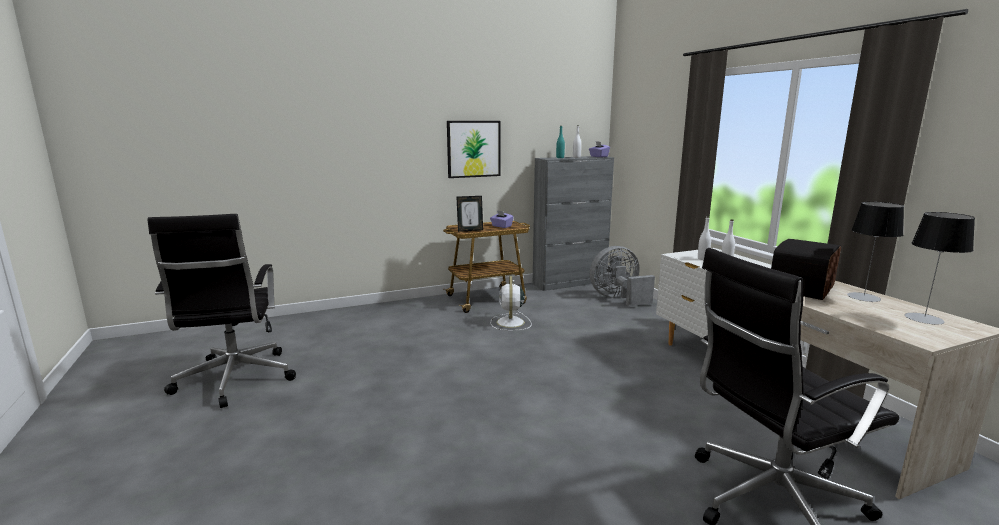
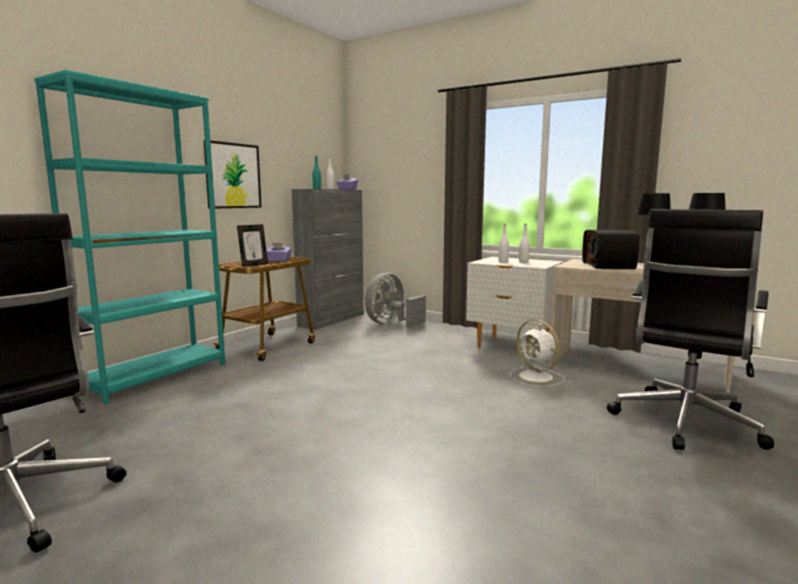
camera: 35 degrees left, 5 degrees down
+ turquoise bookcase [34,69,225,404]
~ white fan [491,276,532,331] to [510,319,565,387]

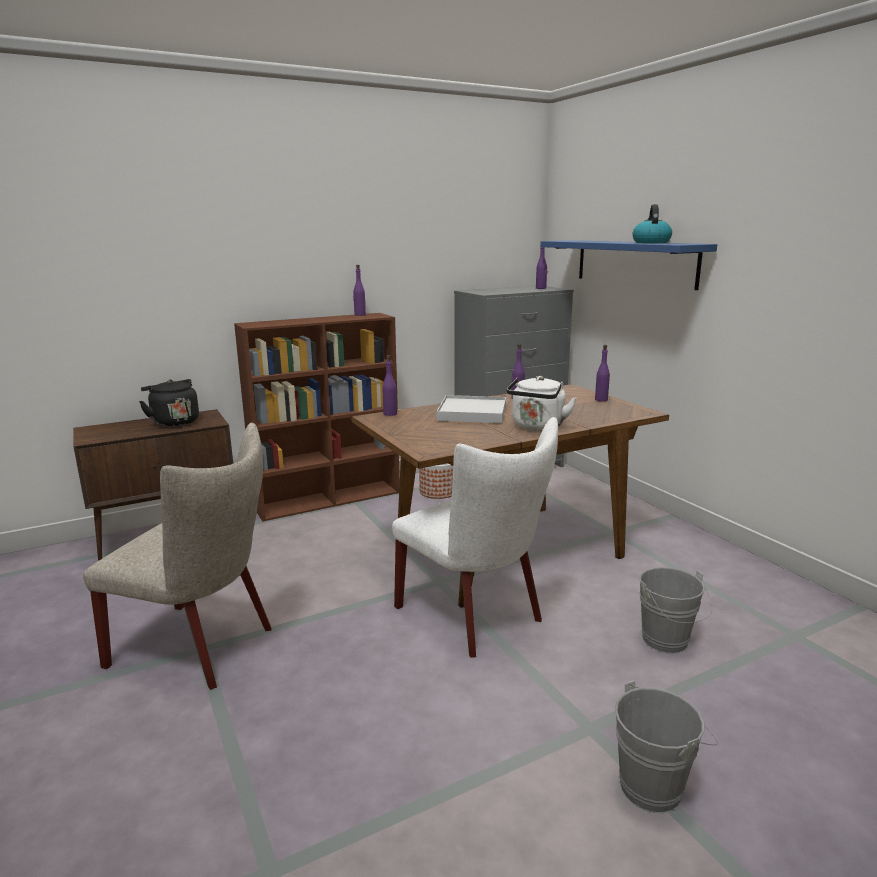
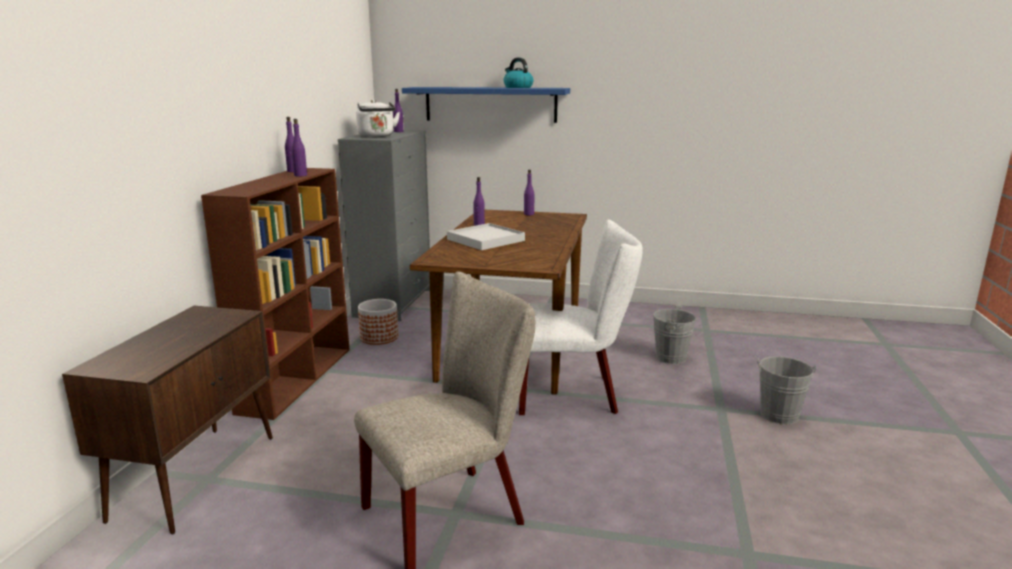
camera: 50 degrees left, 0 degrees up
~ purple bottle [382,355,397,416] to [292,119,307,176]
~ white kettle [506,376,577,430] to [356,100,400,137]
- black kettle [139,379,199,427]

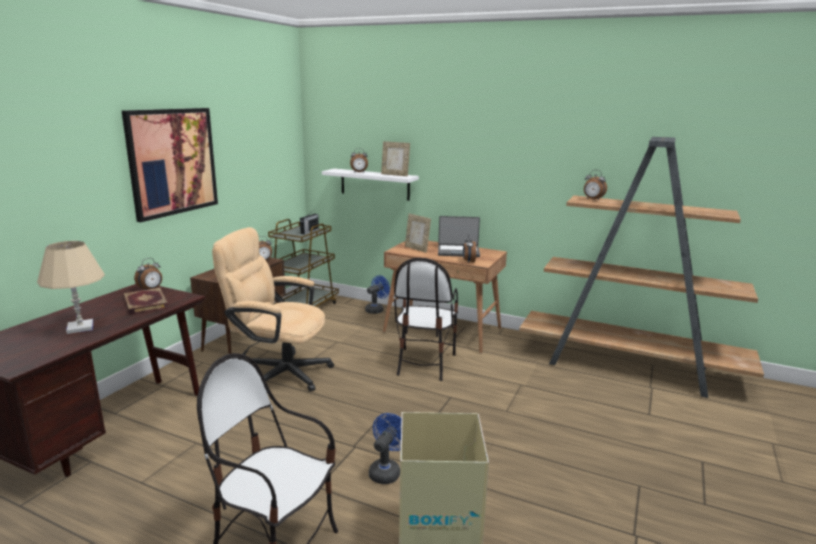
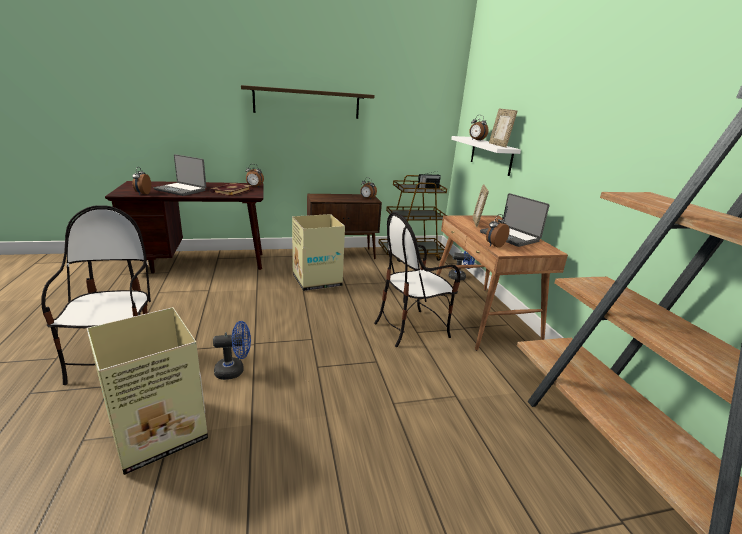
camera: 50 degrees right, 5 degrees up
~ alarm clock [584,170,607,200] to [132,167,151,195]
~ beige table lamp [37,241,105,334] to laptop [154,154,206,196]
~ picture [122,108,218,222] to shelf [241,85,374,119]
~ beige office chair [212,227,334,392] to cardboard box [292,214,345,291]

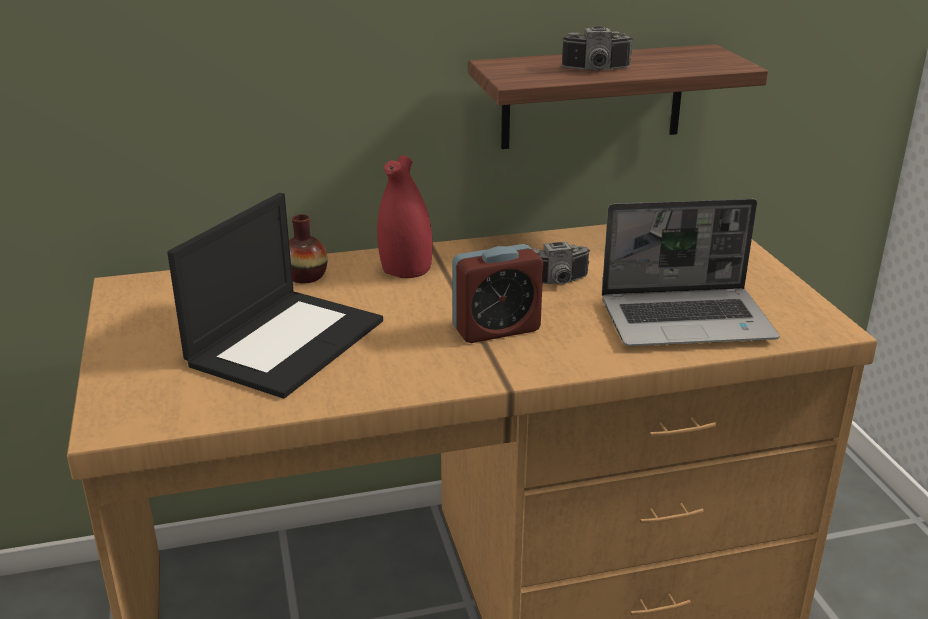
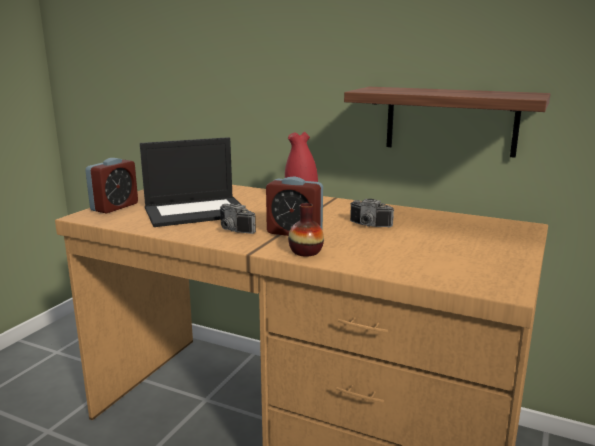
camera: 40 degrees right, 10 degrees down
+ alarm clock [85,158,138,214]
~ photo camera [561,27,633,71] to [220,203,256,234]
~ vase [289,214,328,283] to [288,203,324,257]
- laptop [602,199,780,346]

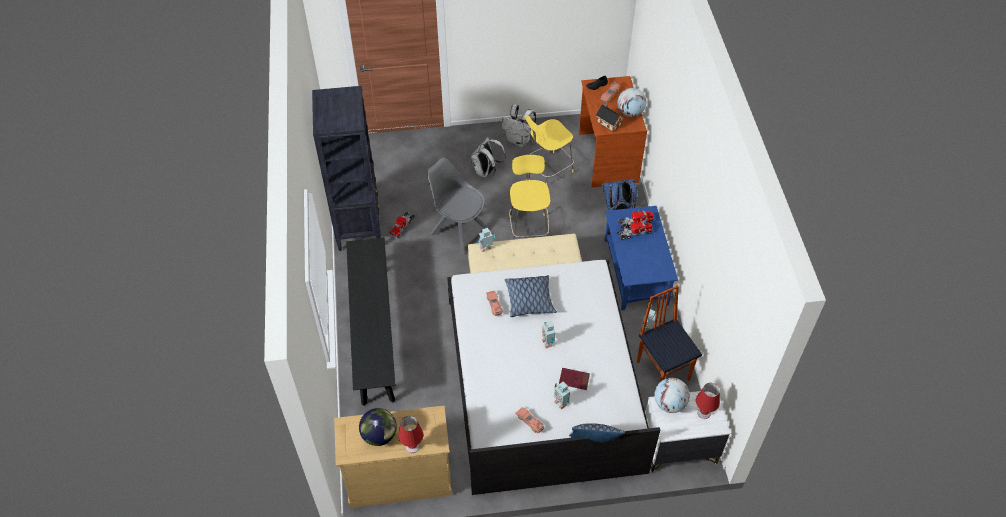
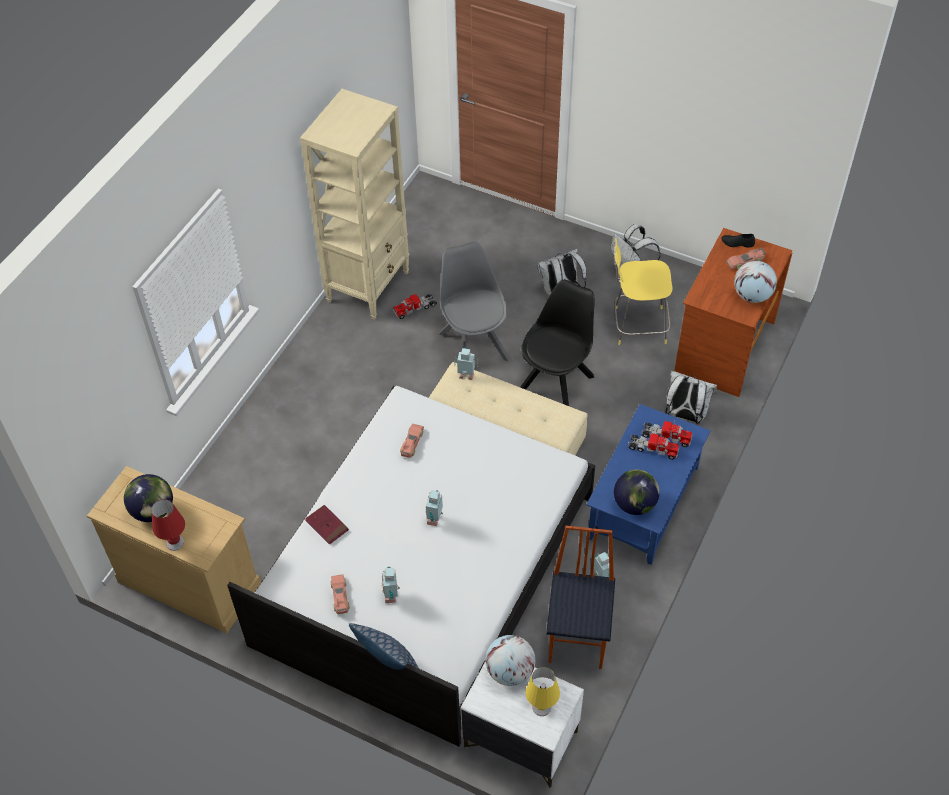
camera: 35 degrees right, 0 degrees up
~ black bookcase [312,86,381,251] to beige bookcase [300,89,409,320]
~ red book [559,368,590,390] to [305,505,349,545]
~ yellow stool [509,155,550,240] to black chair [520,280,595,406]
~ red table lamp [696,383,720,419] to yellow table lamp [526,667,560,716]
+ globe [614,470,660,515]
~ blue backpack [602,179,637,210] to white backpack [665,371,717,424]
- black bench [346,238,395,406]
- pillow [505,275,557,317]
- toy house [596,103,624,132]

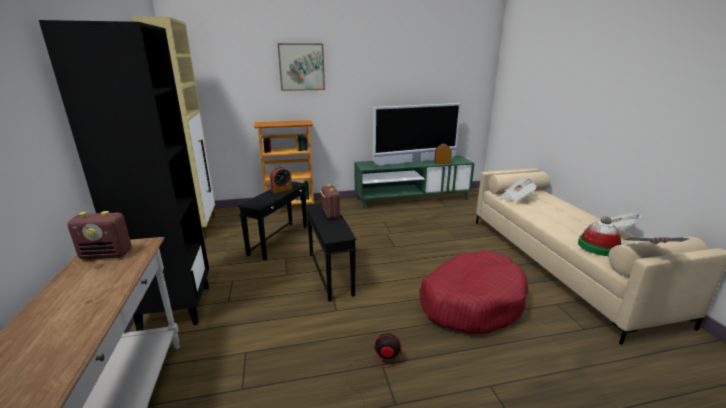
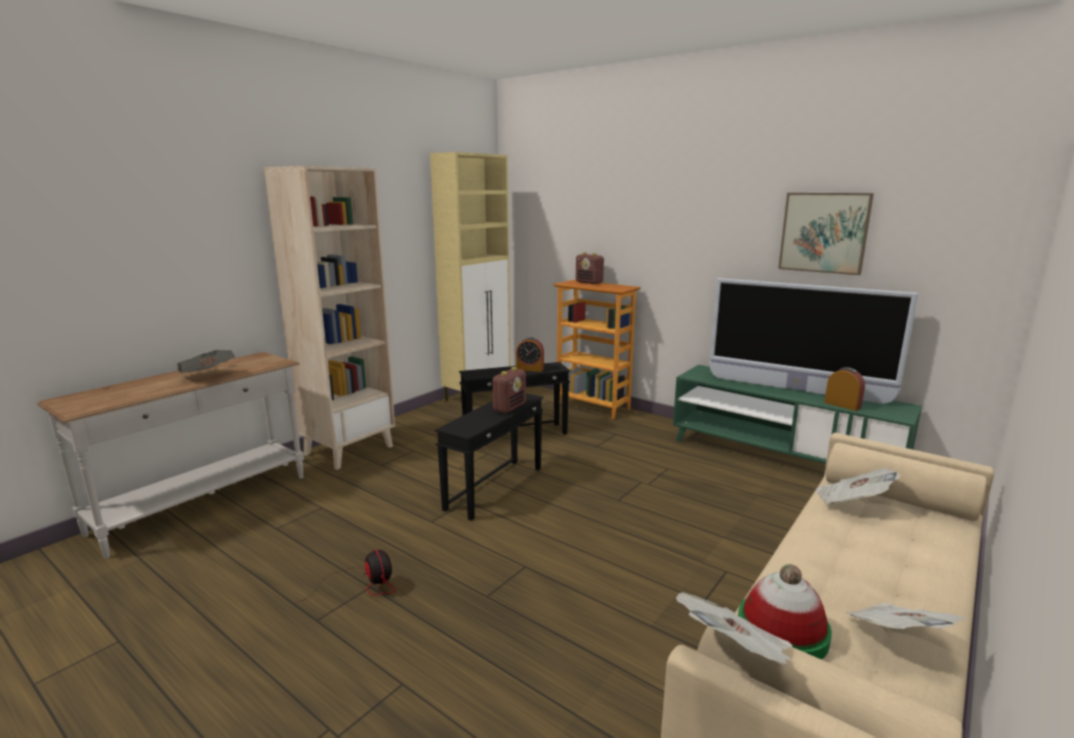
camera: 50 degrees right, 5 degrees down
+ newspaper [177,350,235,373]
~ black bookcase [39,20,209,331] to beige bookcase [264,166,395,470]
~ radio [67,211,132,259] to [576,252,604,284]
~ picture [278,43,325,91] to [778,193,874,275]
- red dog bed [420,251,528,334]

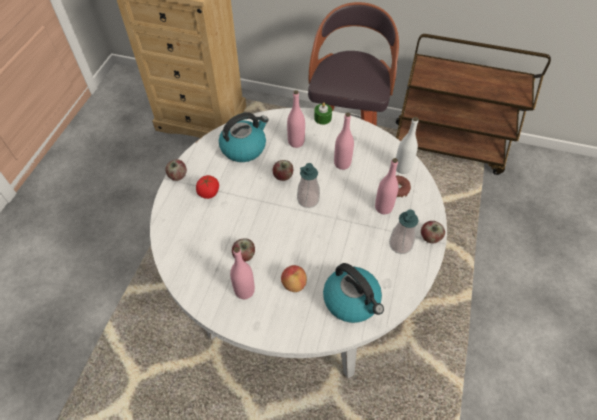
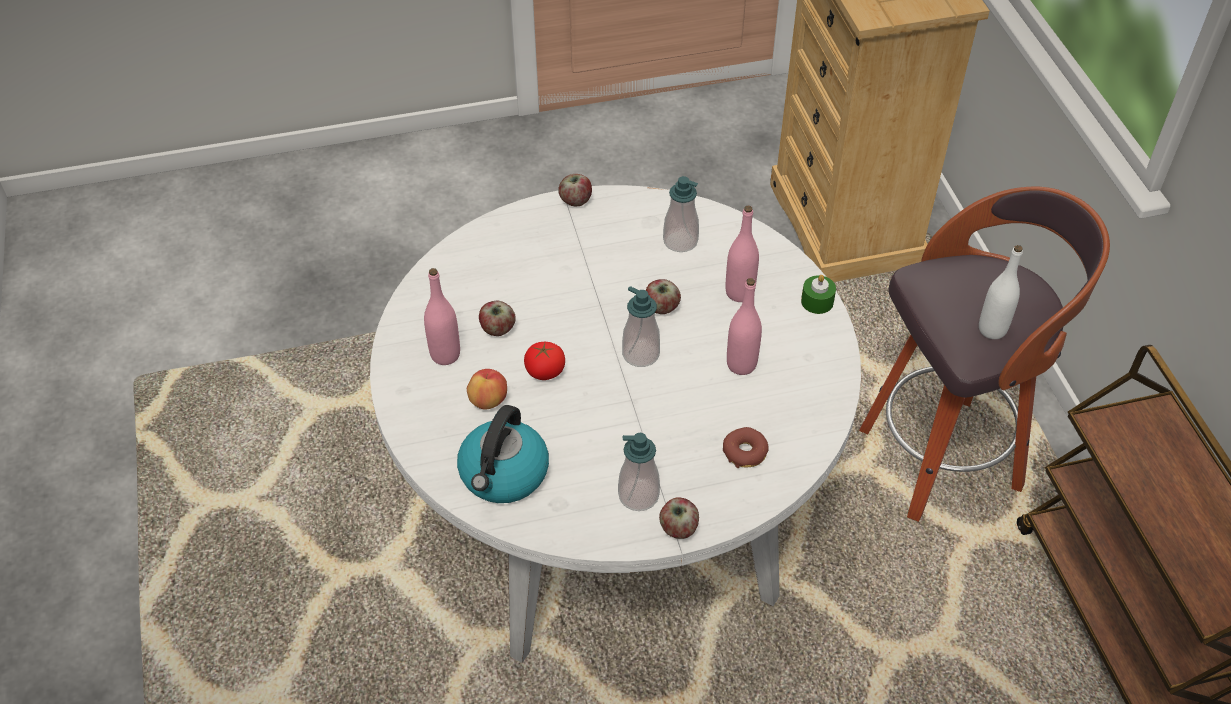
camera: 60 degrees right, 5 degrees down
~ tomato [196,175,219,199] to [524,342,565,380]
~ kettle [219,113,269,162] to soap dispenser [663,176,699,252]
~ white bottle [396,117,418,174] to [979,245,1023,339]
- pink bottle [375,158,399,214]

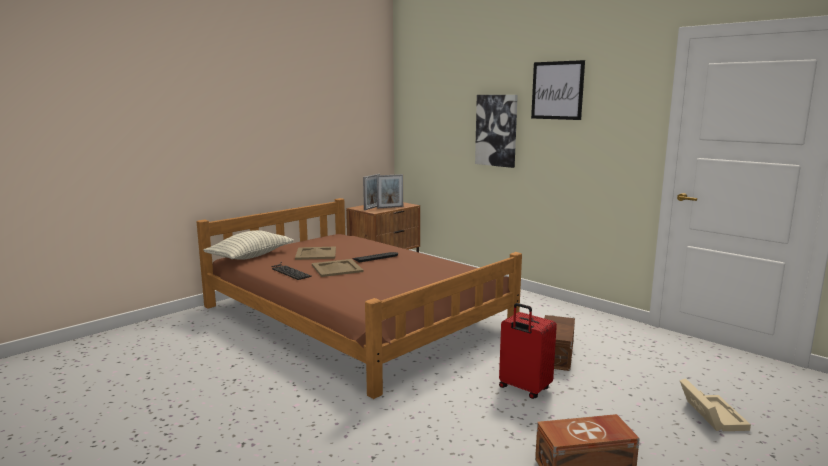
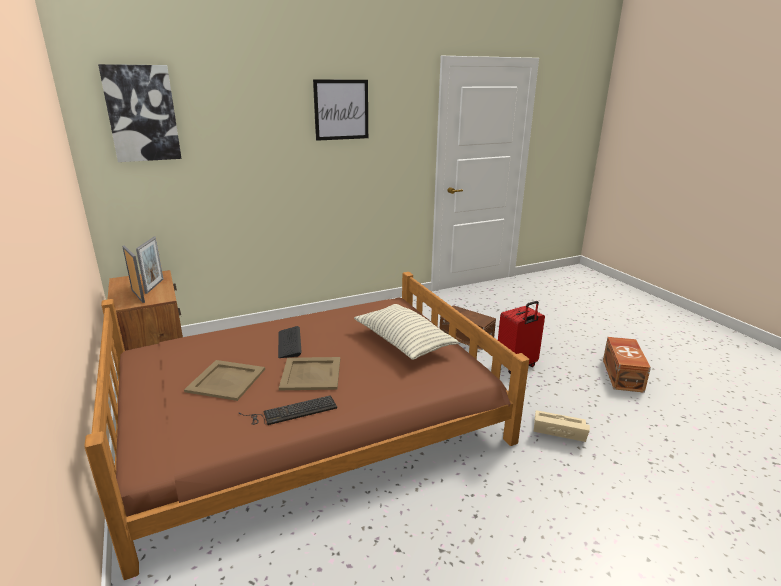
camera: 70 degrees left, 10 degrees up
~ picture [475,95,518,168] to [98,64,182,162]
~ pillow [204,230,294,260] to [354,304,459,360]
~ beige storage box [680,378,751,431] to [533,410,590,442]

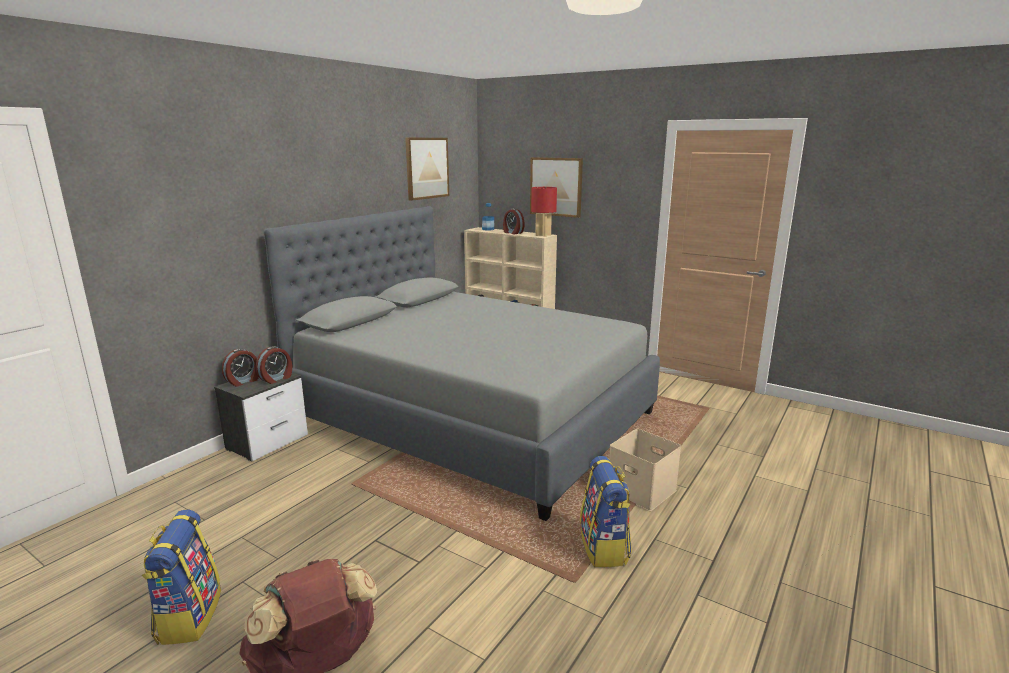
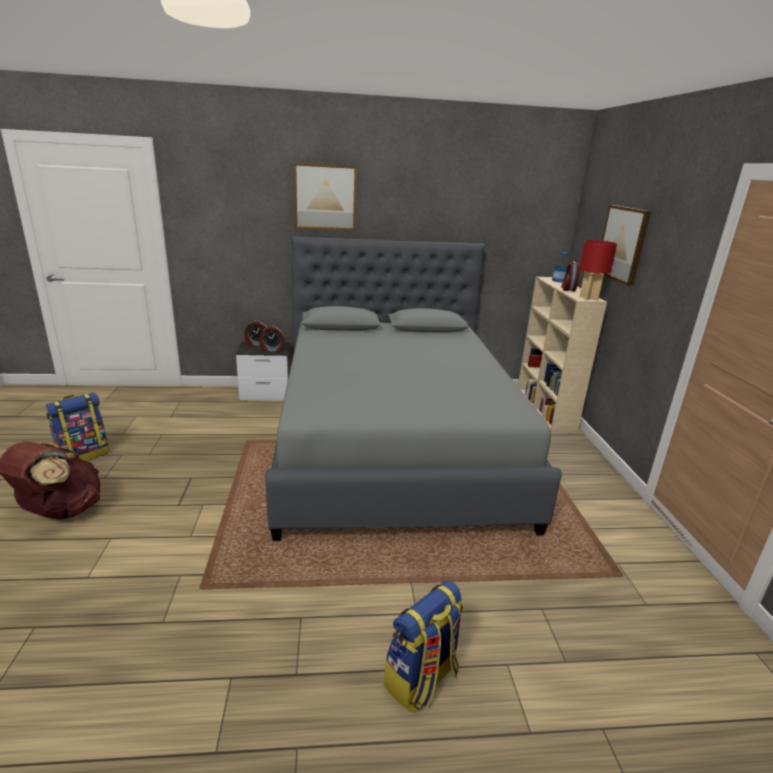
camera: 50 degrees right, 5 degrees up
~ picture [405,138,449,201] to [294,163,357,231]
~ backpack [580,456,632,568] to [384,581,464,713]
- beige storage box [609,429,681,511]

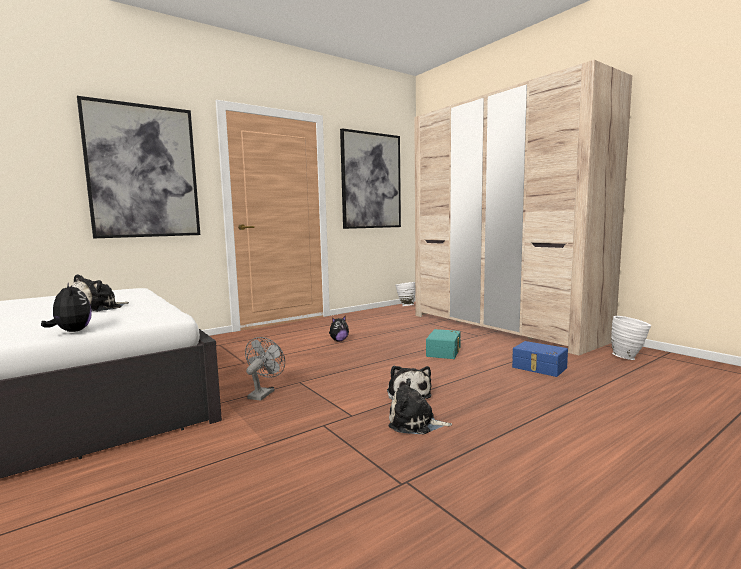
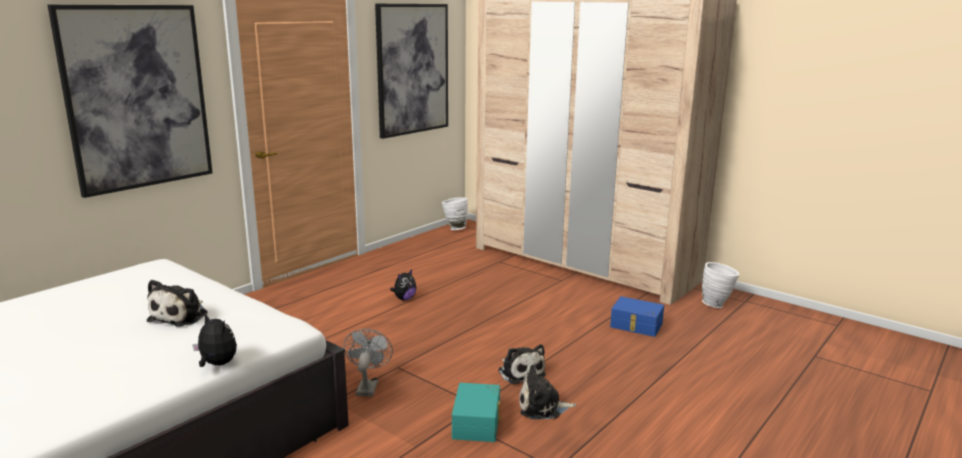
camera: 15 degrees left, 10 degrees up
~ turquoise storage box [426,329,461,359] to [452,383,502,442]

